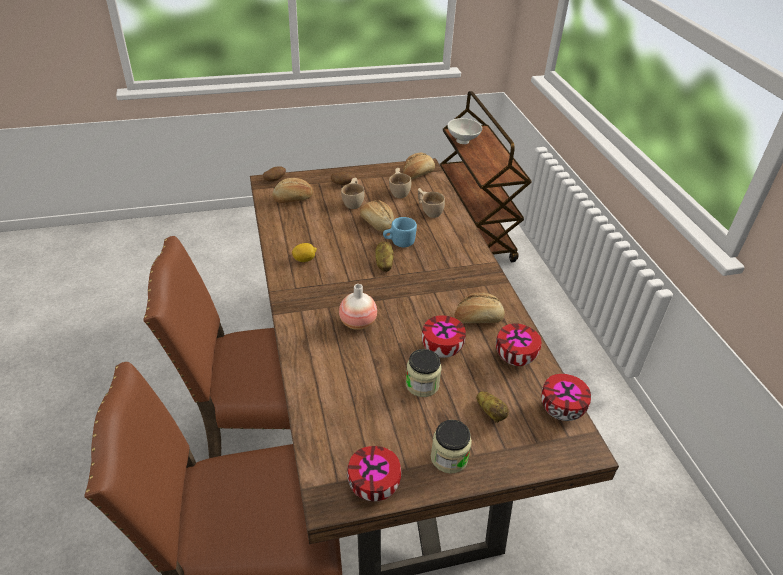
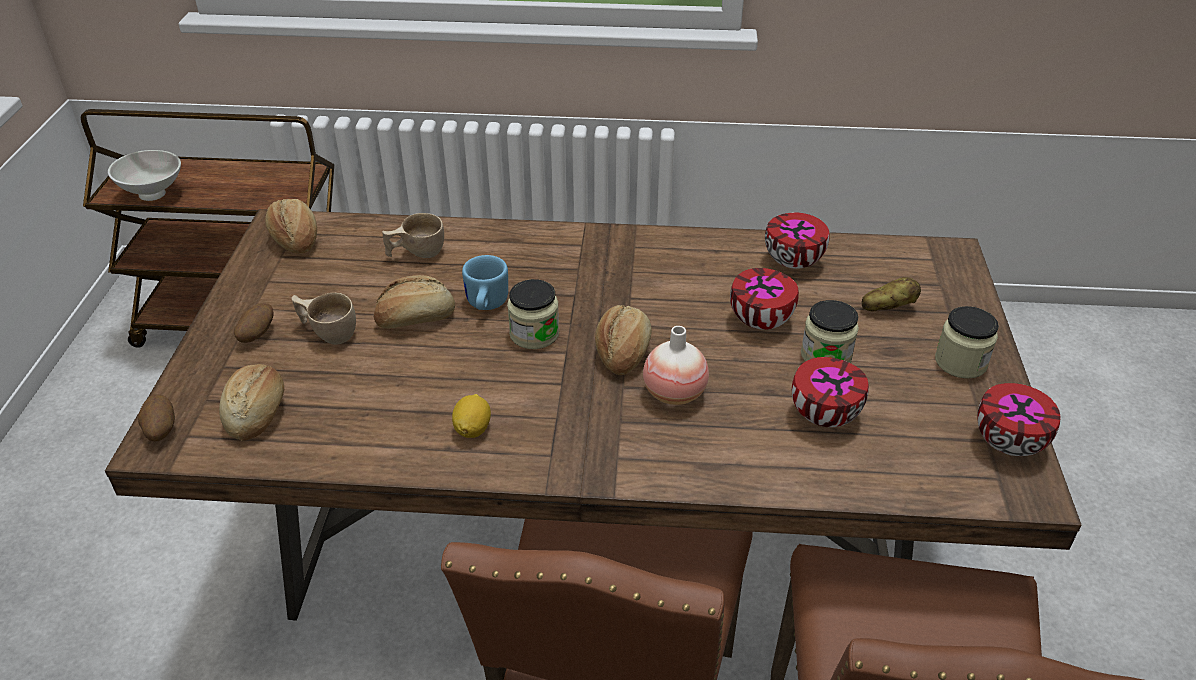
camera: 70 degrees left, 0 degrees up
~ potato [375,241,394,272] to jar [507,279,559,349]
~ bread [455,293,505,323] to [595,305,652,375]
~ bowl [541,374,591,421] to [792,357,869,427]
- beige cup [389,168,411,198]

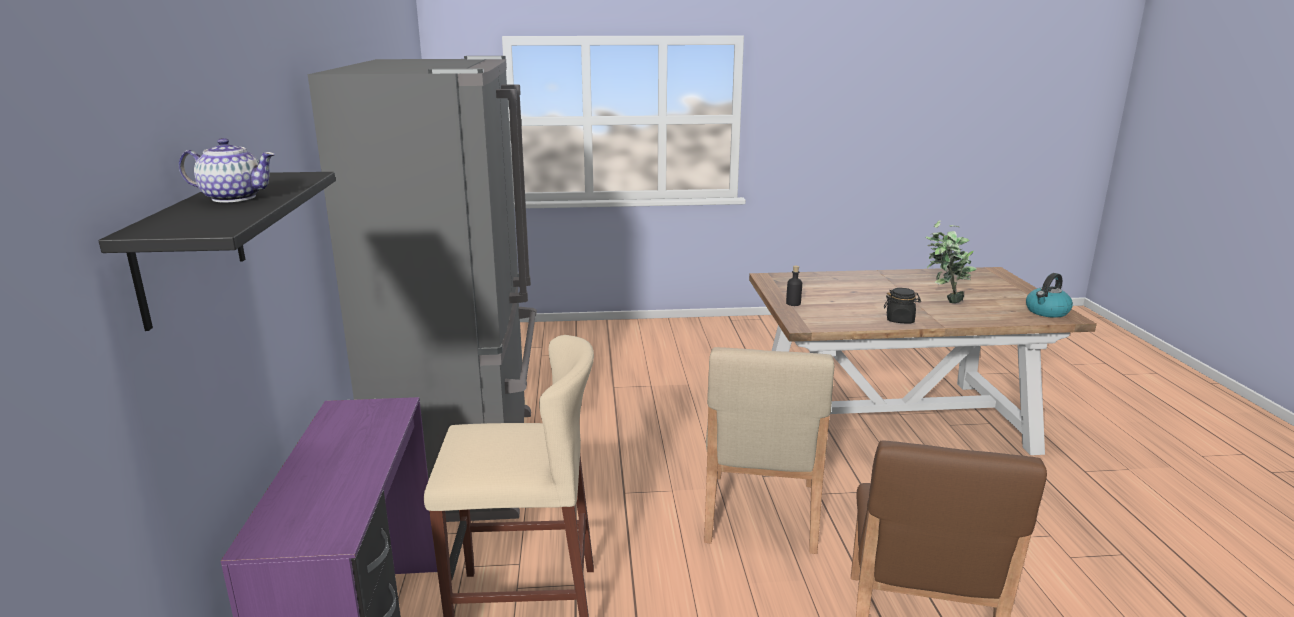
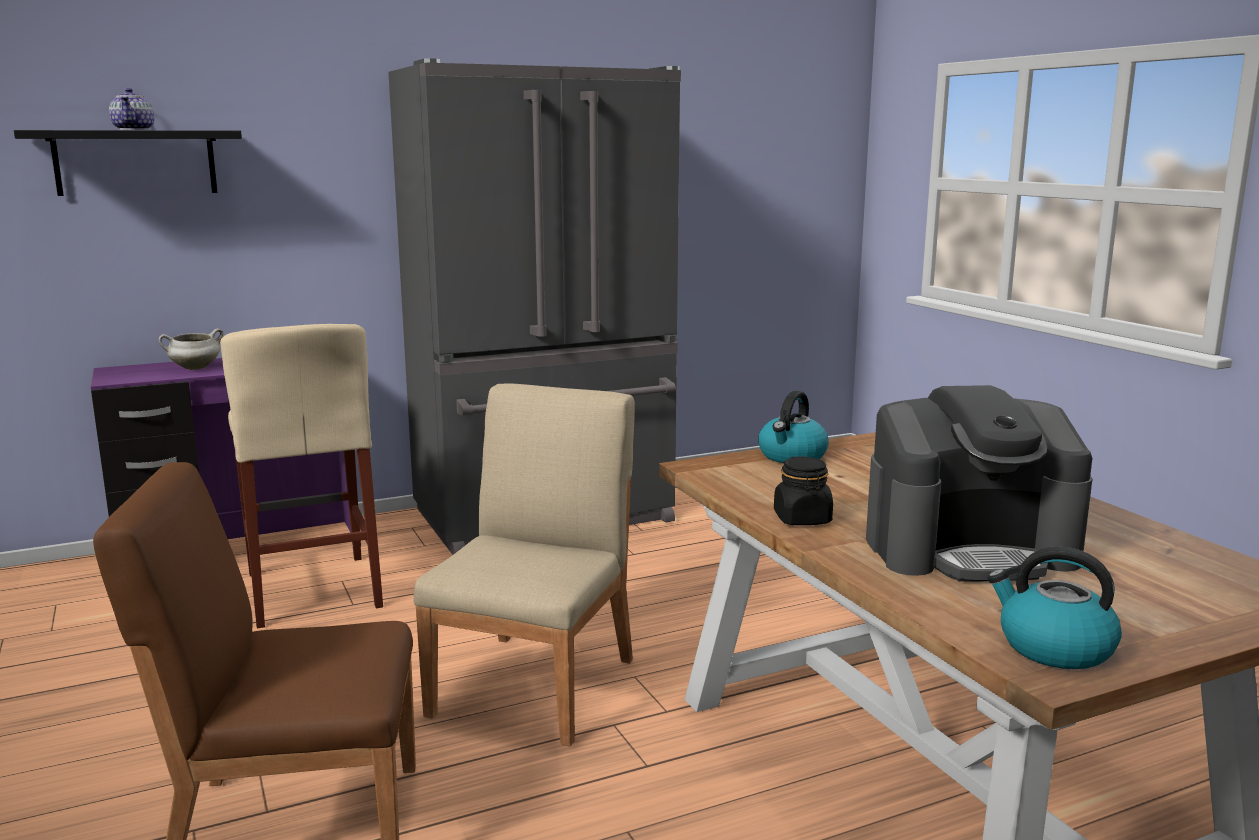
camera: 70 degrees right, 5 degrees down
+ white cooking pot [159,328,223,370]
~ beige chair [704,347,834,554] = [414,383,635,746] 120 degrees clockwise
~ black bottle [786,266,802,306] to kettle [758,391,829,463]
~ potted plant [925,220,976,303] to coffee machine [866,385,1093,582]

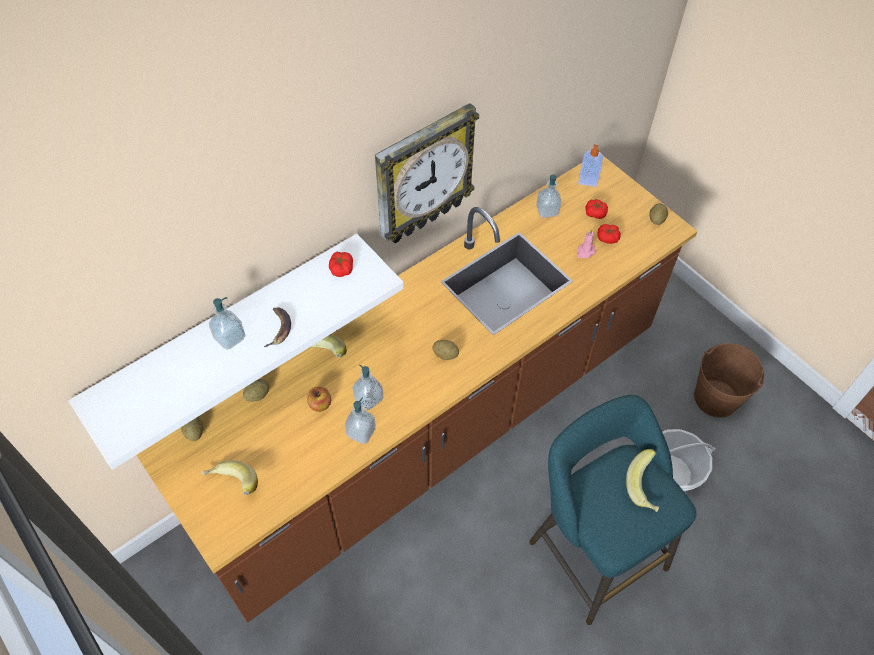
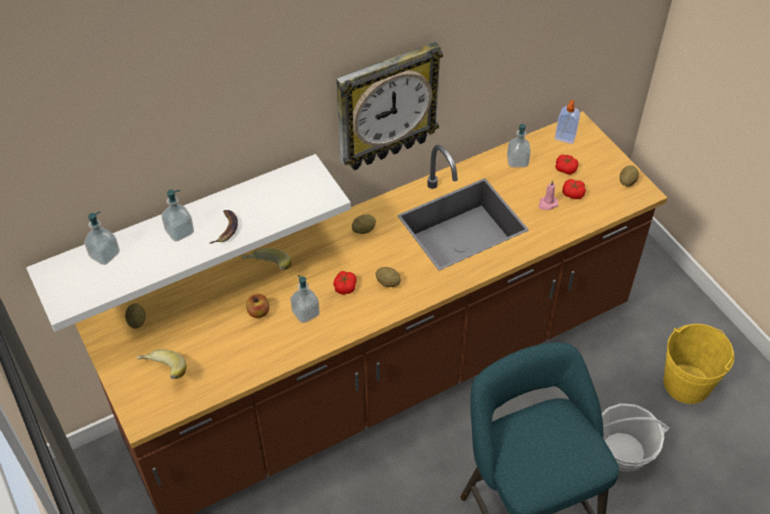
camera: 10 degrees right, 5 degrees down
~ soap dispenser [345,398,376,444] to [84,211,120,265]
~ tomato [329,252,353,277] to [333,271,357,295]
~ potato [243,379,270,402] to [352,215,376,234]
~ brown bucket [694,343,764,418] to yellow bucket [664,324,734,404]
- banana [626,449,659,512]

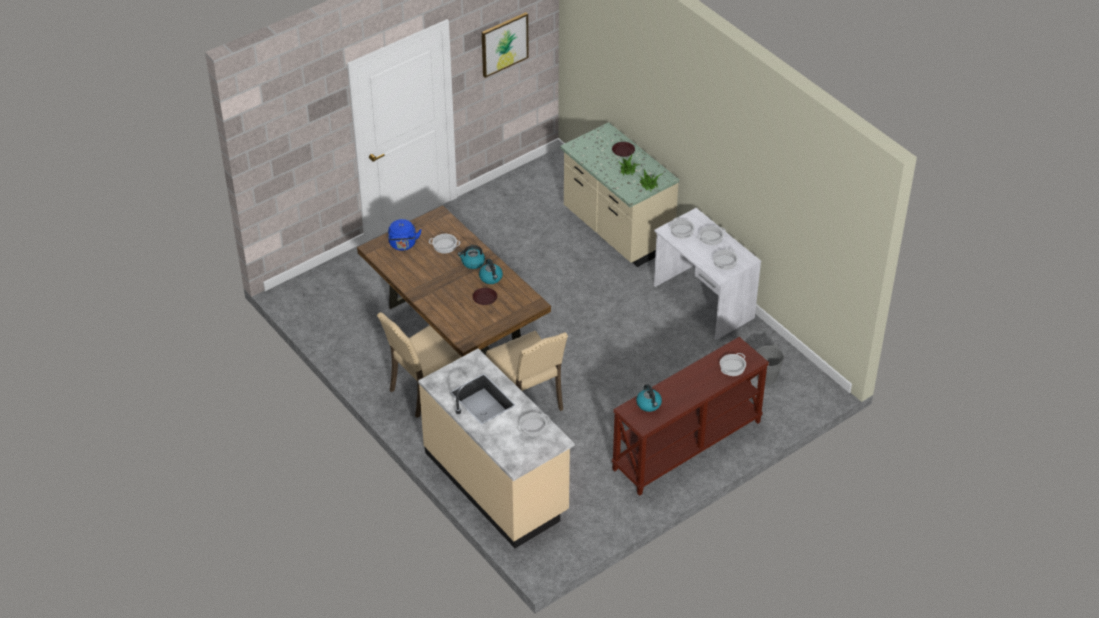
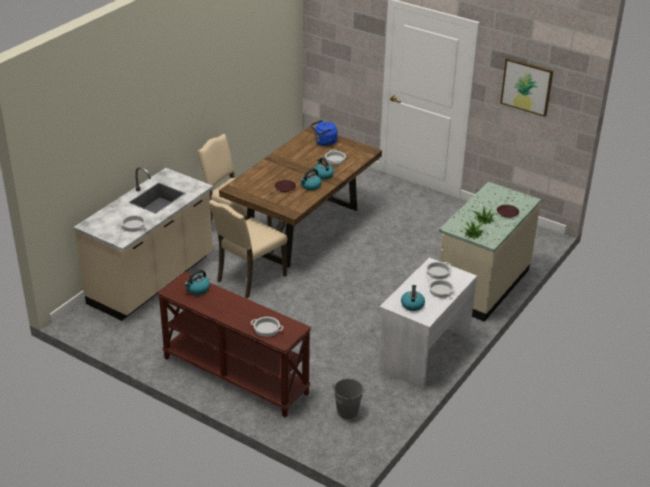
camera: 70 degrees right, 10 degrees down
~ cooking pot [713,248,738,270] to kettle [401,285,425,311]

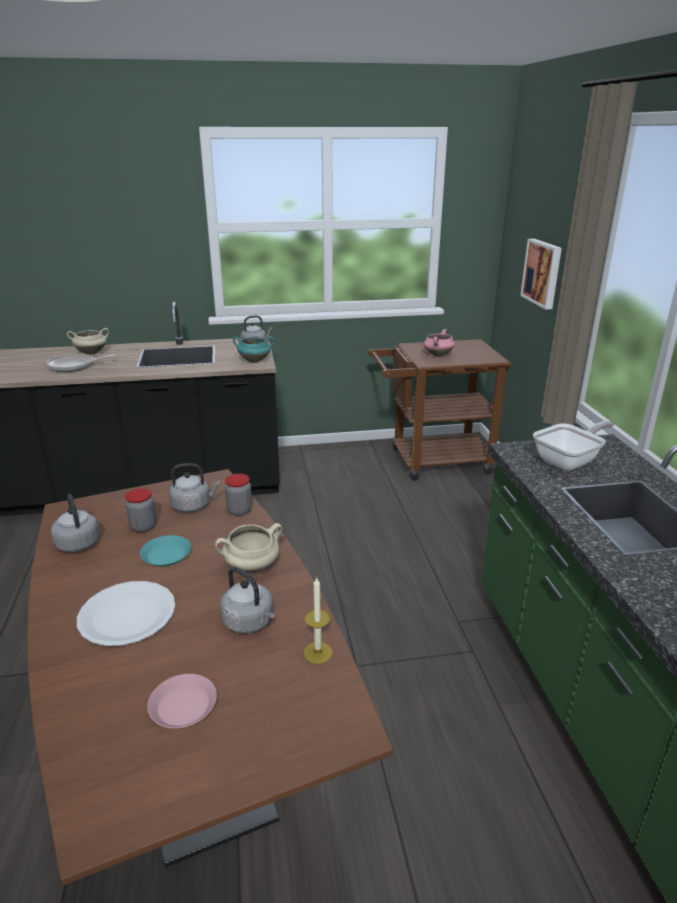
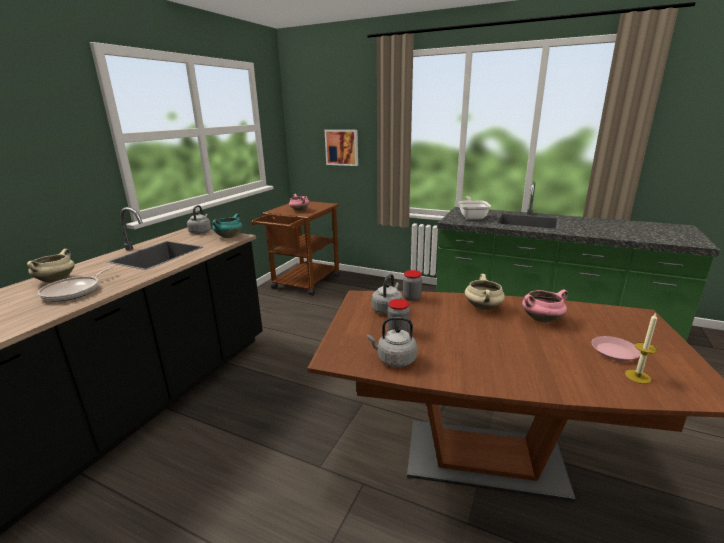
camera: 55 degrees left, 5 degrees down
~ grey kettle [220,567,274,633] to pink cooking pot [522,289,568,323]
~ candle [303,577,333,664] to [625,313,658,384]
- white plate [77,581,176,646]
- turquoise plate [140,535,191,566]

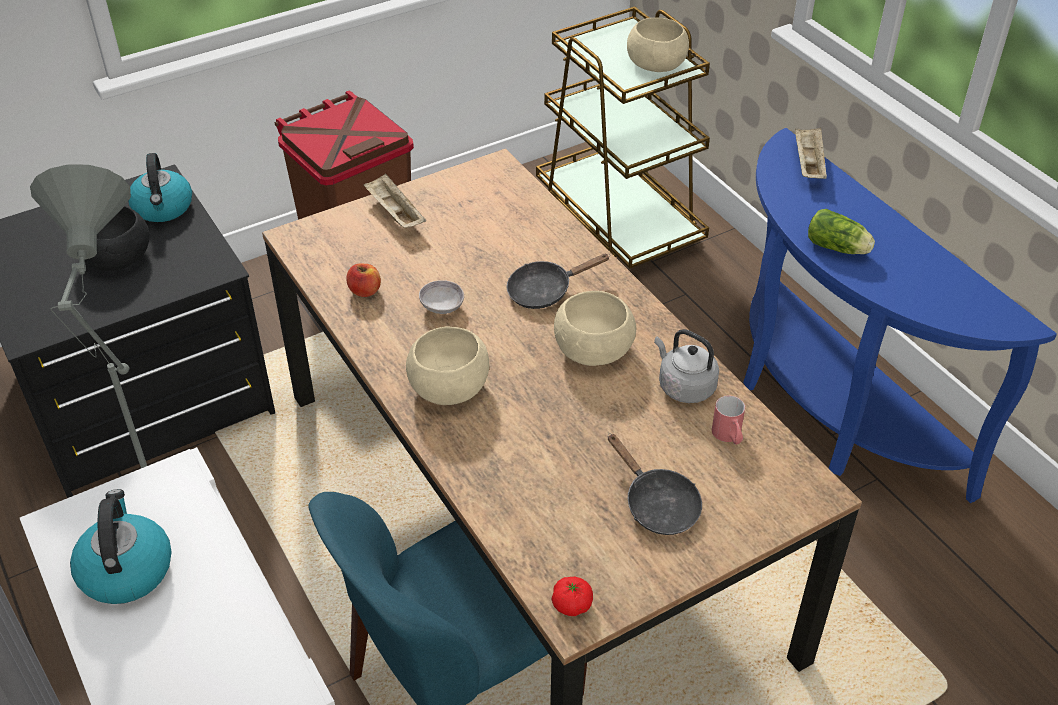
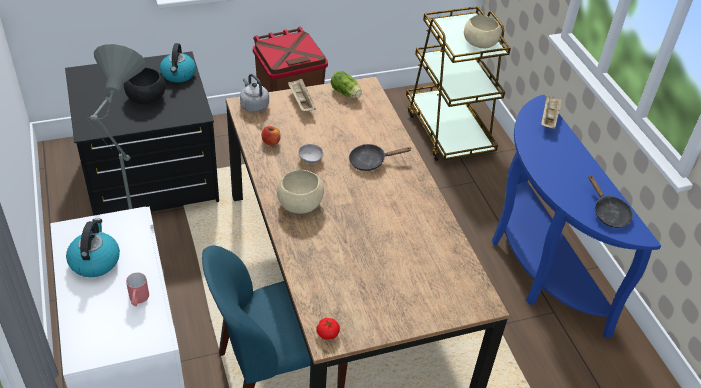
camera: 10 degrees right, 0 degrees up
~ red mug [712,395,745,445] to [126,272,149,306]
~ grey kettle [654,329,719,403] to [240,74,269,112]
~ lettuce [808,209,875,254] to [331,71,362,98]
~ black frying pan [608,433,702,535] to [588,175,633,228]
- beige bowl [554,291,636,366]

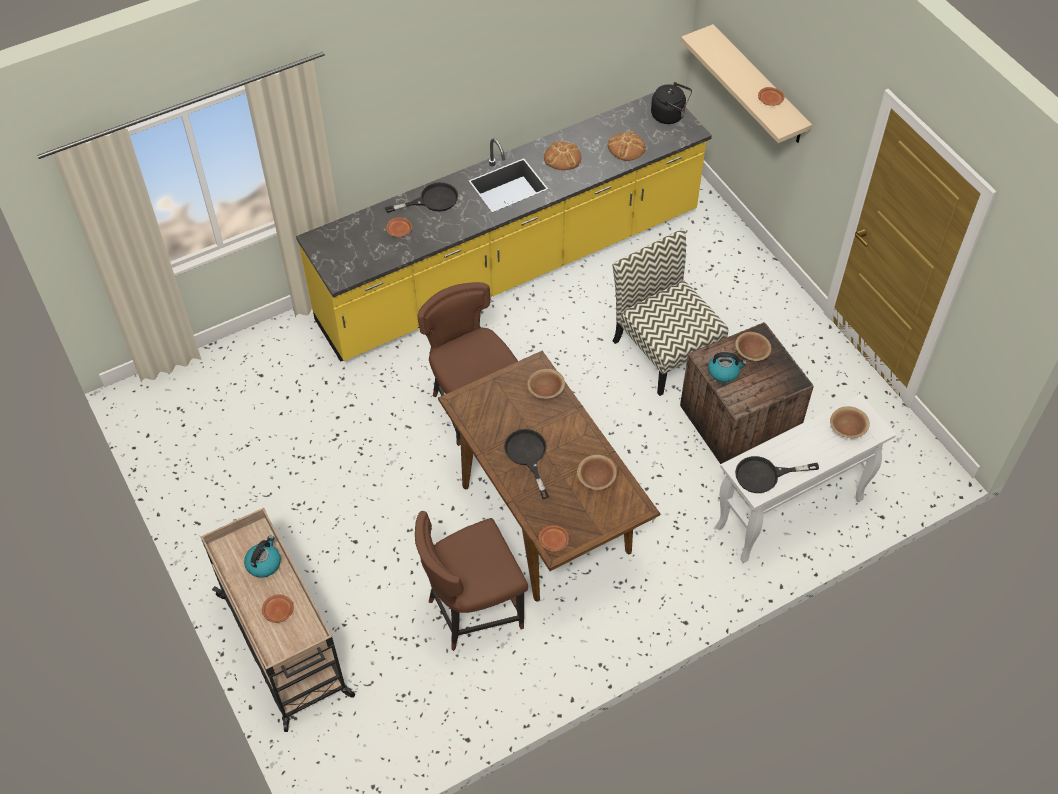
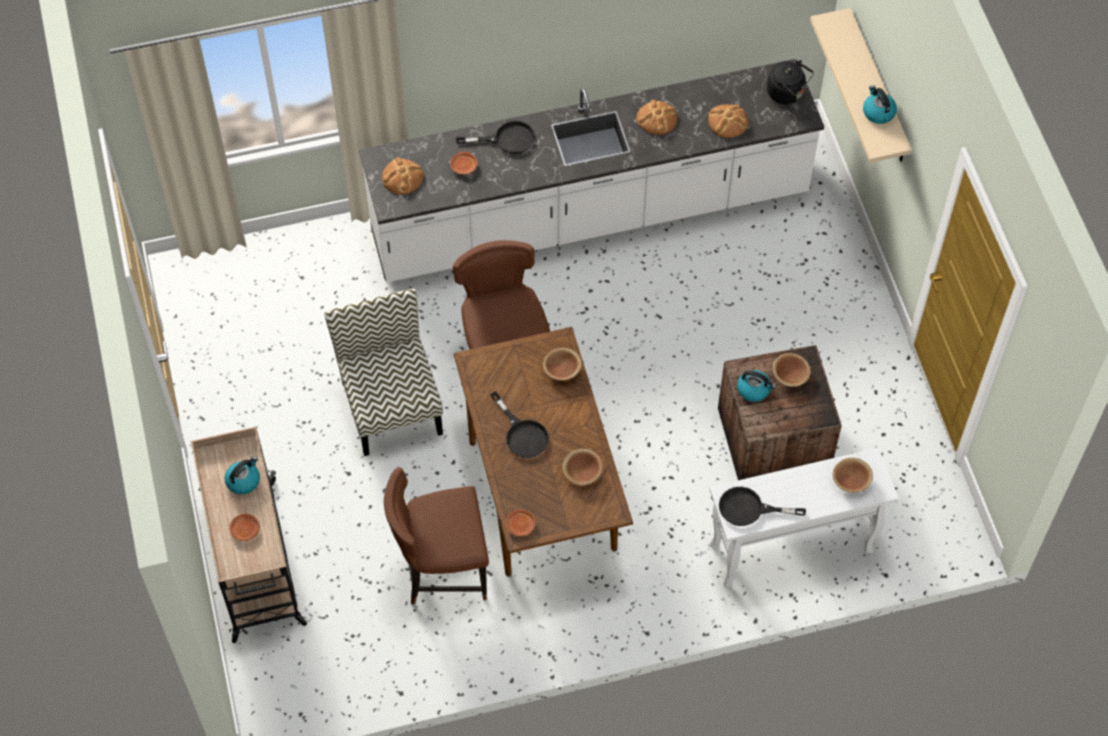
camera: 15 degrees right, 5 degrees up
~ chair [613,229,728,396] to [324,288,443,456]
~ yellow counter [296,92,712,362] to white counter [359,59,824,283]
+ bread [382,157,424,195]
~ black frying pan [504,429,549,499] = [490,391,549,458] 150 degrees clockwise
~ brown plate [758,87,784,106] to kettle [863,85,897,124]

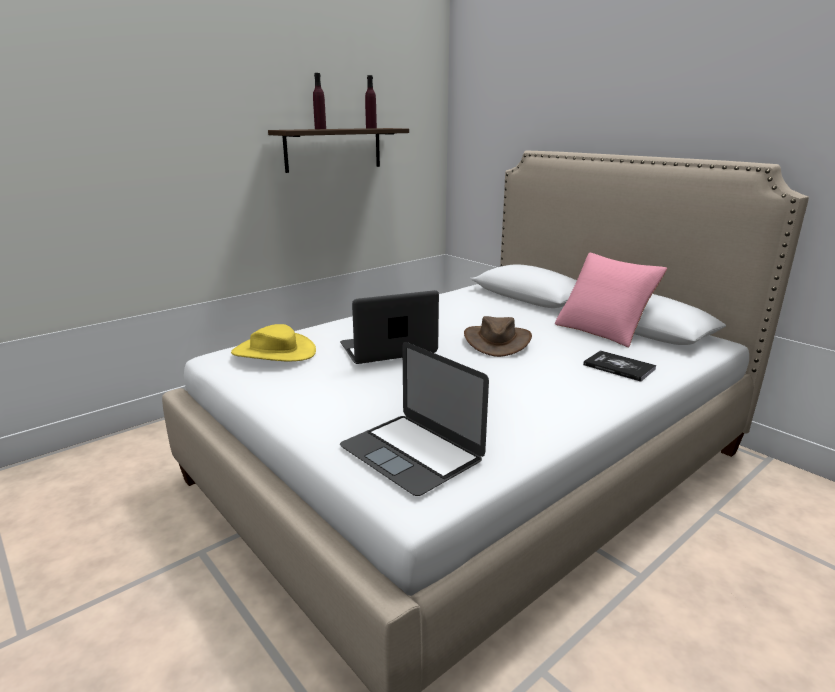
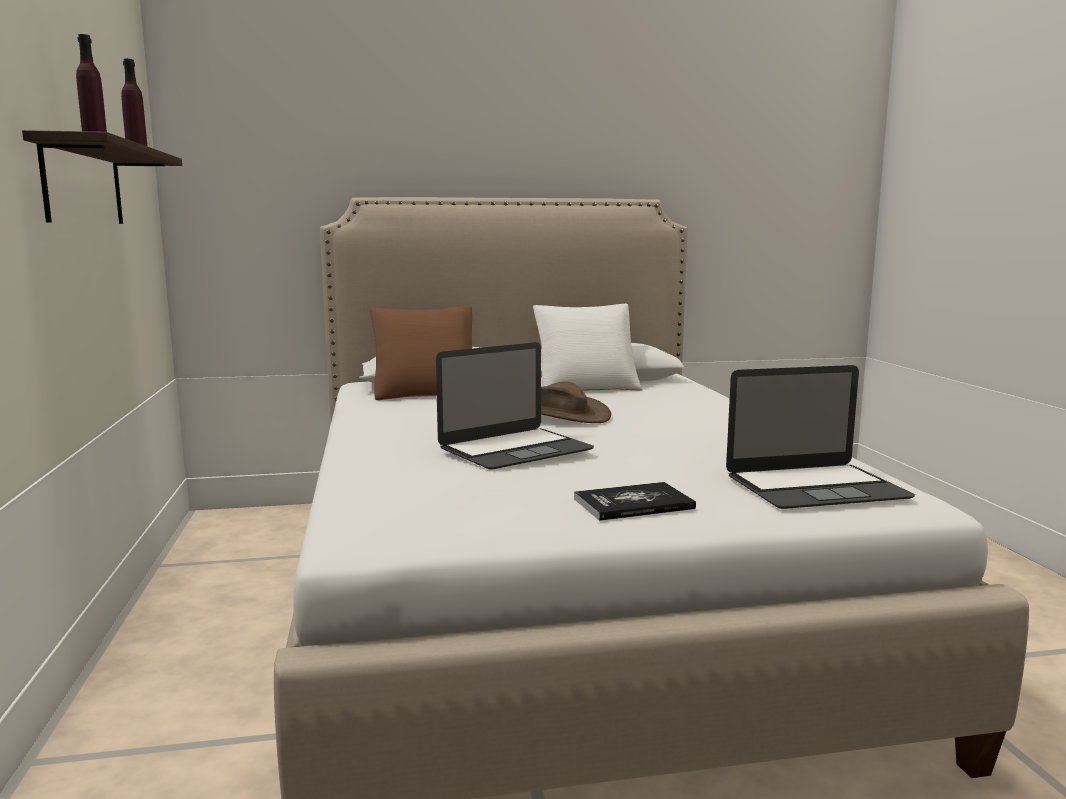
camera: 60 degrees left, 10 degrees down
+ brown pillow [370,306,472,400]
~ laptop [340,290,439,364] = [436,342,594,470] 135 degrees counterclockwise
~ pink pillow [555,253,667,347] to white pillow [533,304,642,391]
~ book [583,350,656,382] to [574,482,696,521]
- yellow hat [231,324,316,361]

